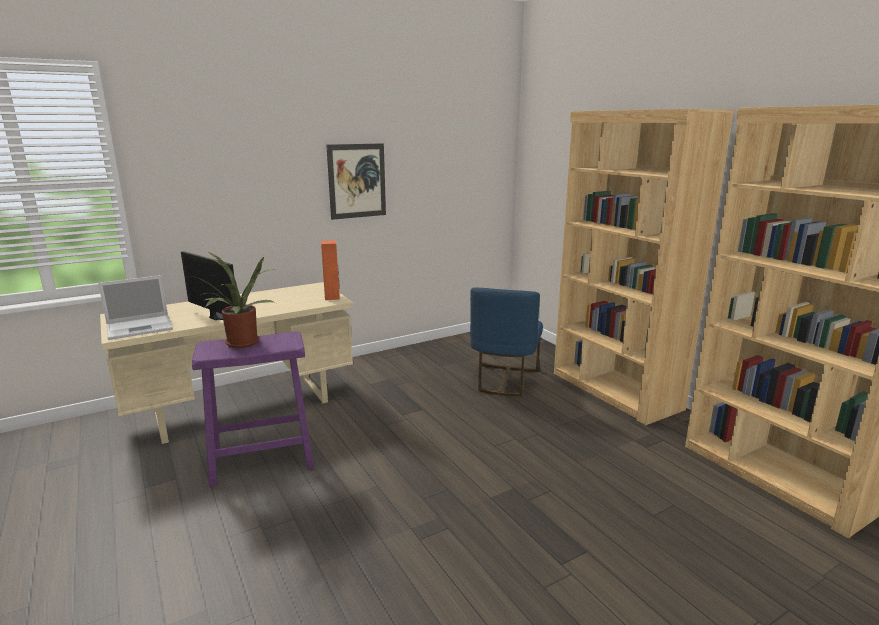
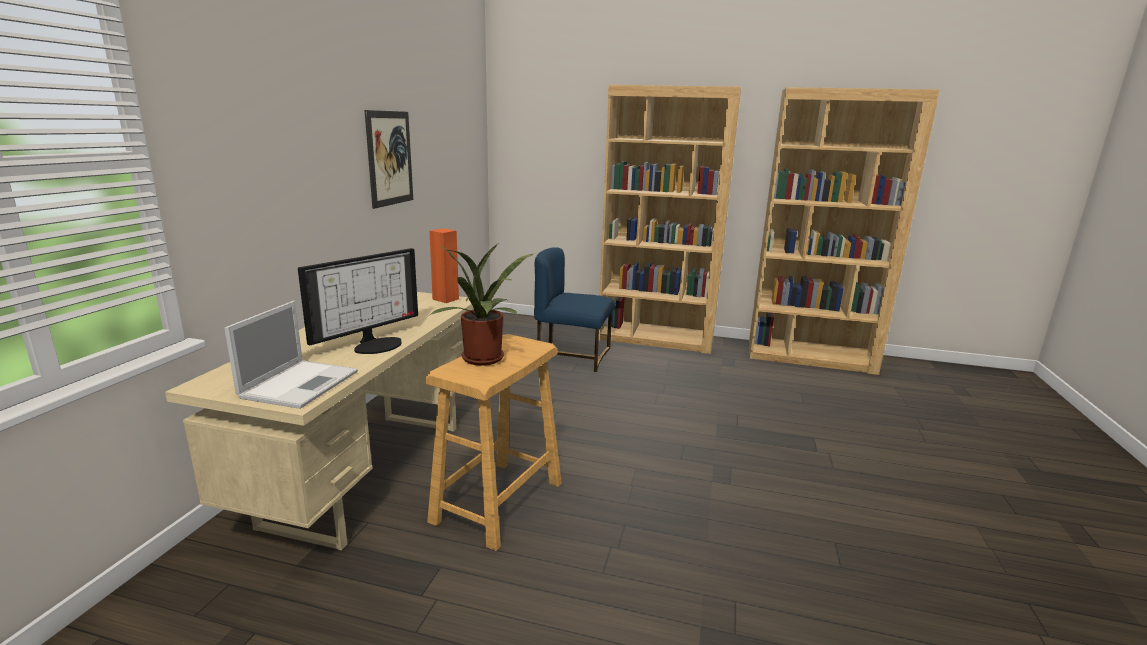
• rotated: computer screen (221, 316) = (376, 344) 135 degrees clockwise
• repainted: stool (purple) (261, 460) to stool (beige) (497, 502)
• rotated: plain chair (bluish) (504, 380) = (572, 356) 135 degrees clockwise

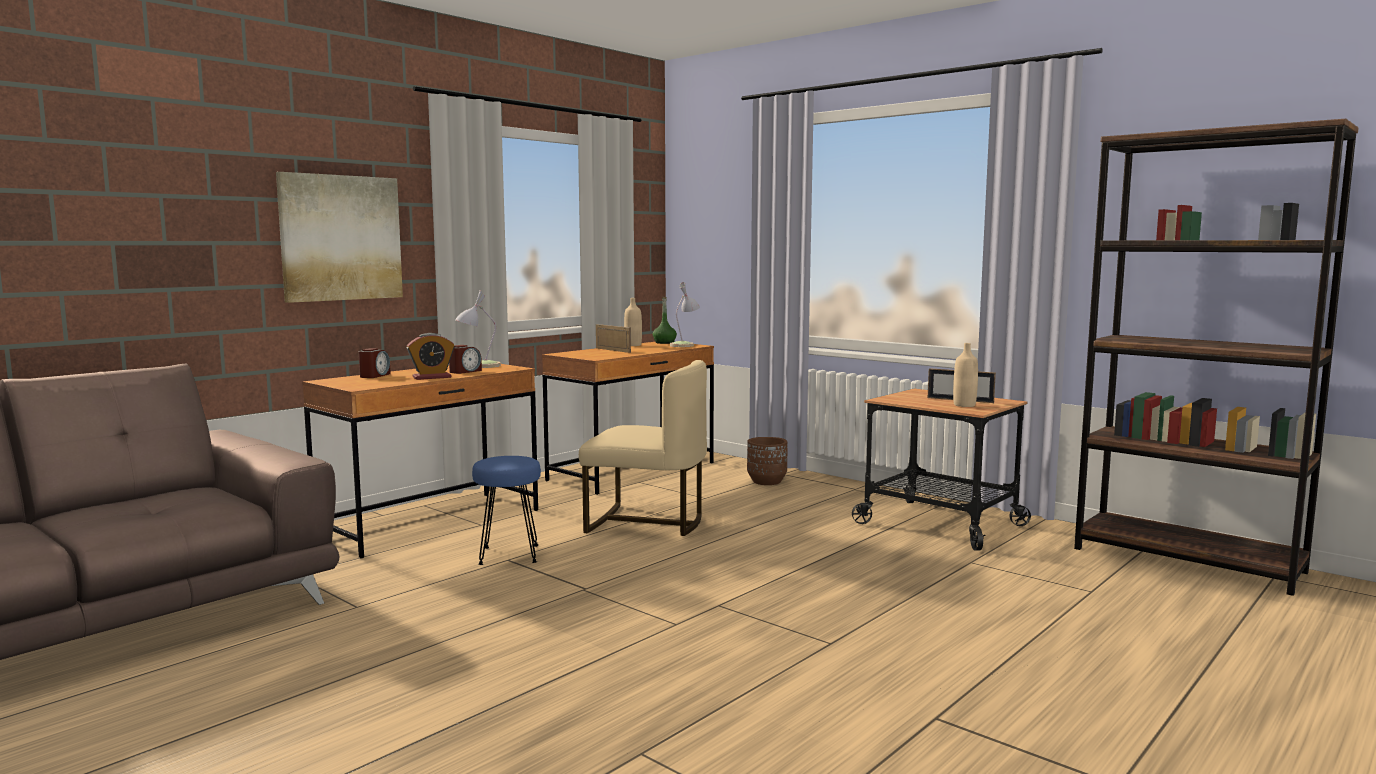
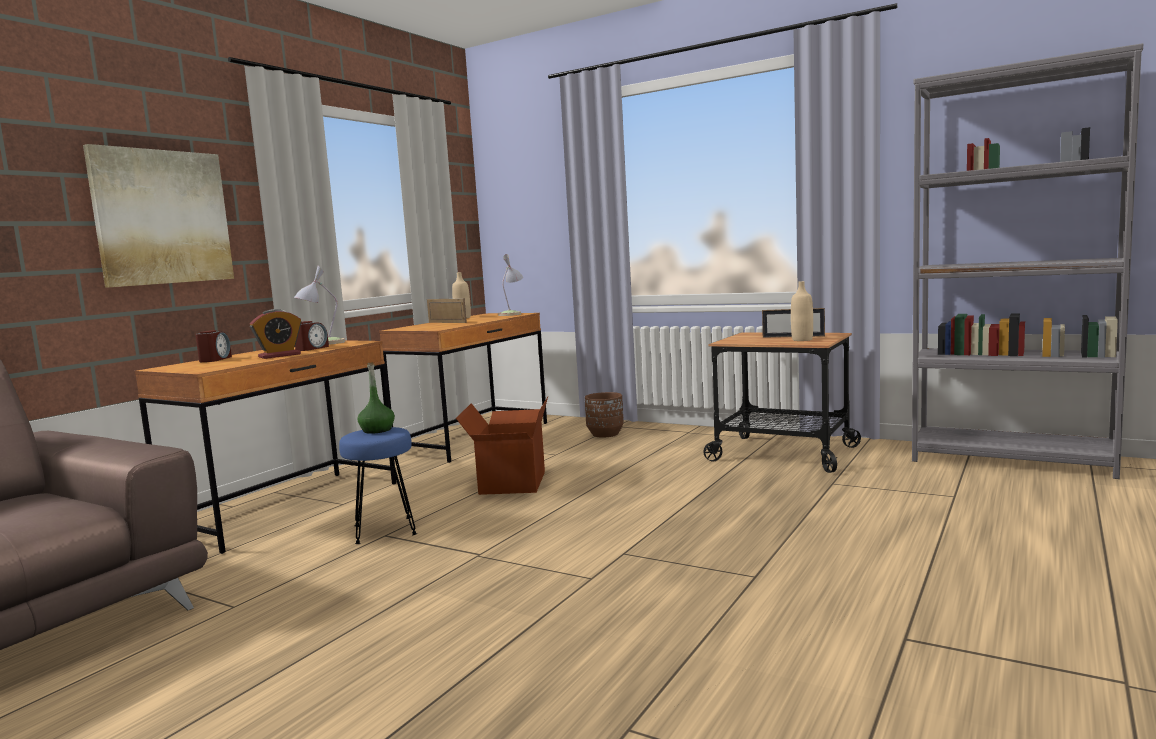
• swapped: plain chair (beige) (647, 522) to packing box (511, 482)
• shifted: drink bottle (greenish) (664, 342) to (377, 430)
• repainted: bookshelf (brownish) (1187, 560) to bookshelf (grey) (1011, 460)

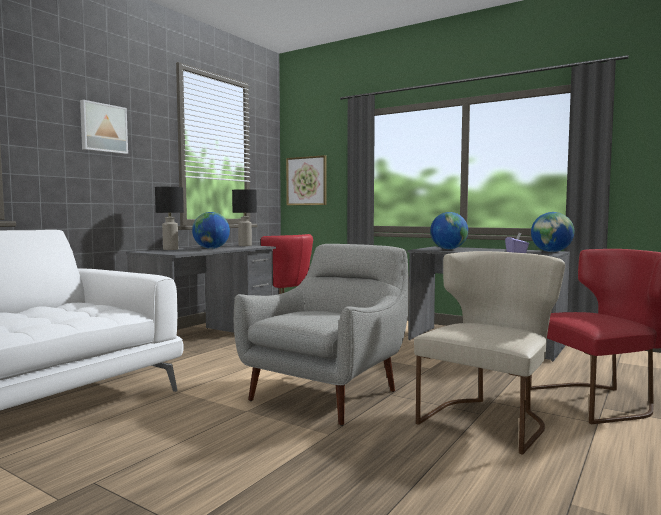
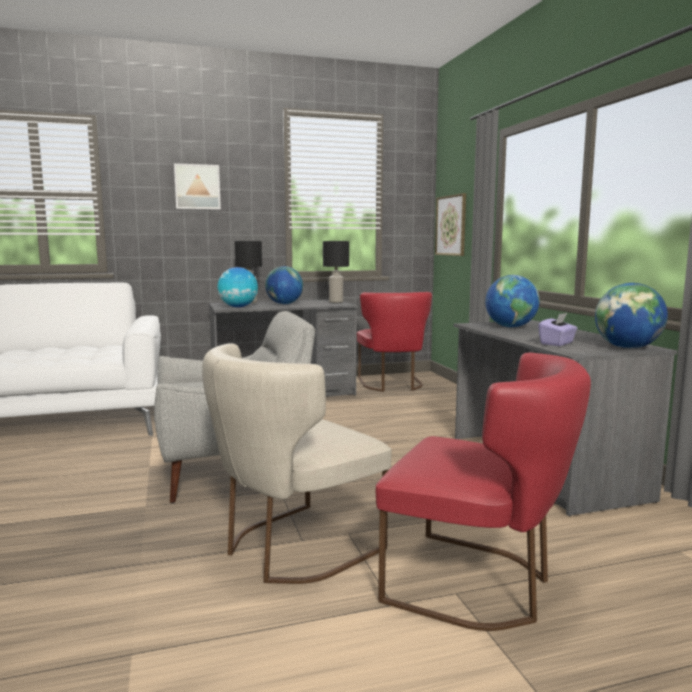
• rotated: plain chair (beige) (488, 419) = (292, 548) 150 degrees clockwise
• new: globe (238, 307)

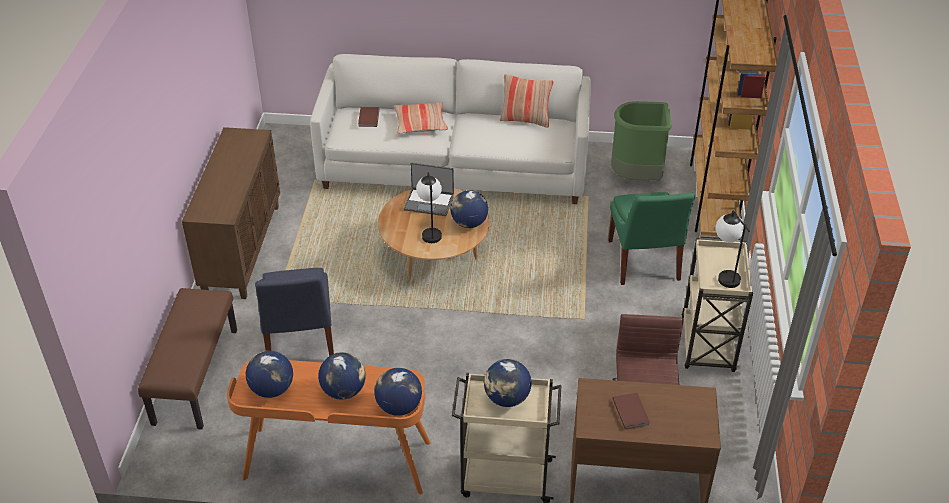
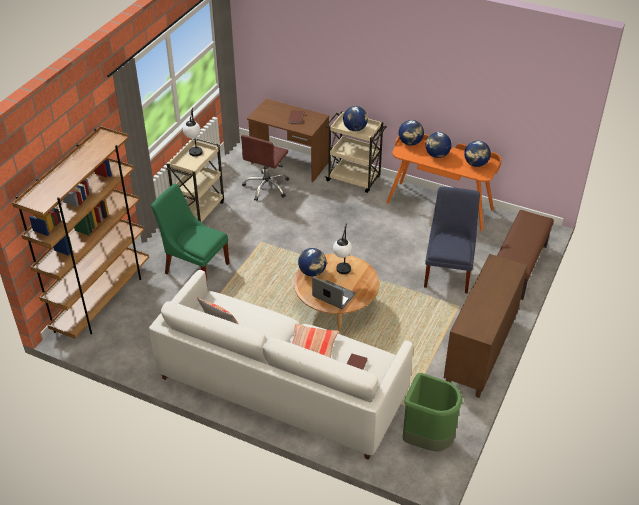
• rotated: plain chair (greenish) (643, 262) = (195, 267) 75 degrees counterclockwise
• shifted: waste bin (greenish) (637, 178) to (427, 440)

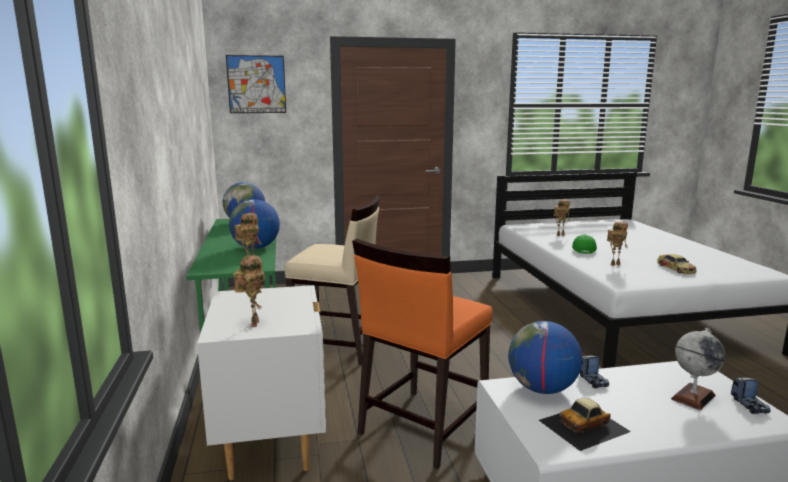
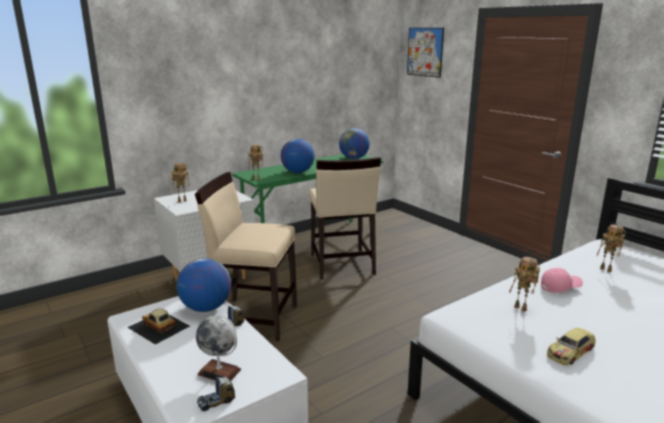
• repainted: plain chair (orange-coloured) (422, 426) to plain chair (beige) (253, 318)
• repainted: peaked cap (greenish) (583, 249) to peaked cap (pinkish) (560, 287)

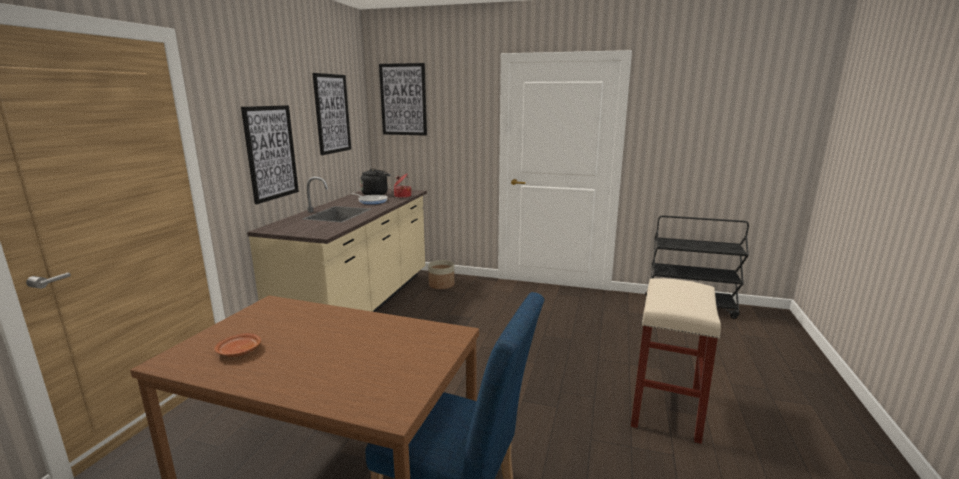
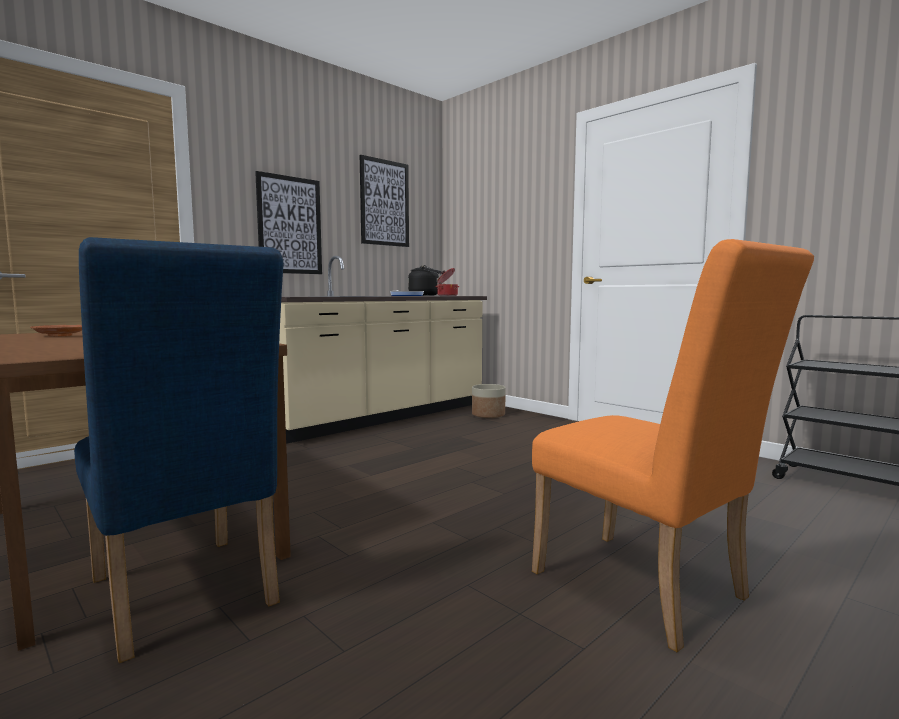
• gone: picture (403, 99)
• swapped: stool (beige) (667, 410) to plain chair (orange-coloured) (649, 591)

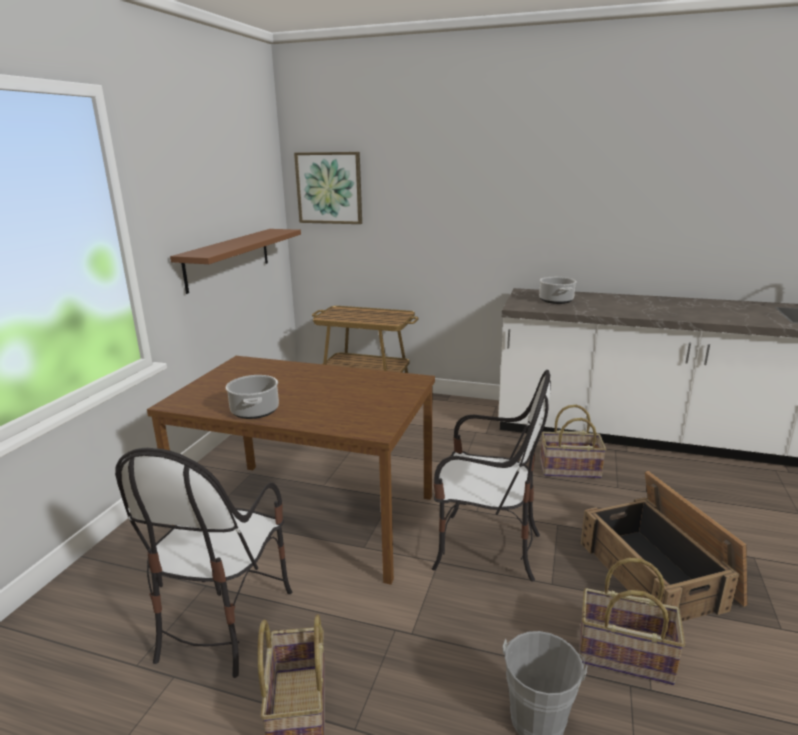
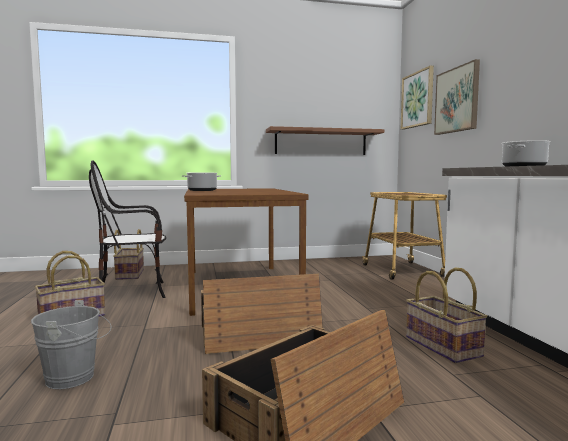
• swapped: plain chair (485, 549) to packing crate (257, 333)
• shifted: household basket (624, 656) to (129, 274)
• new: picture (457, 100)

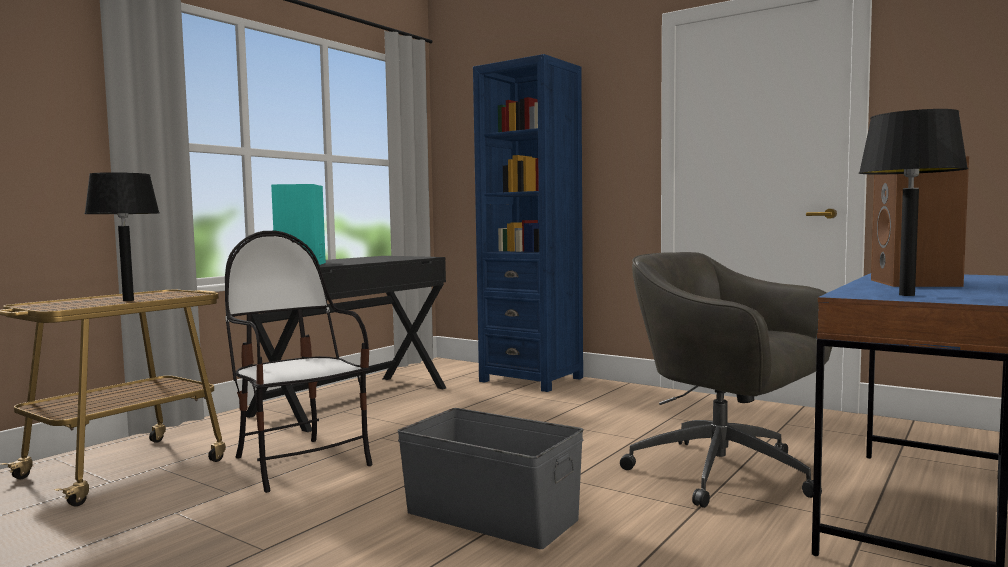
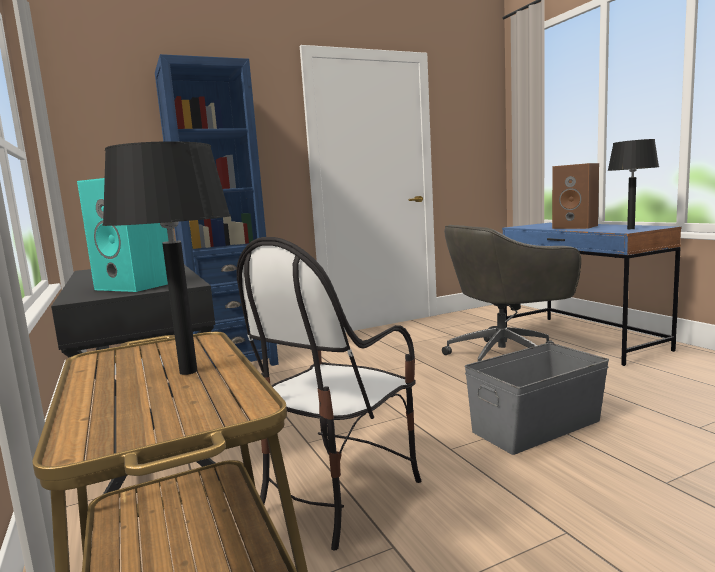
• rotated: plain chair (300, 463) = (338, 493) 45 degrees counterclockwise

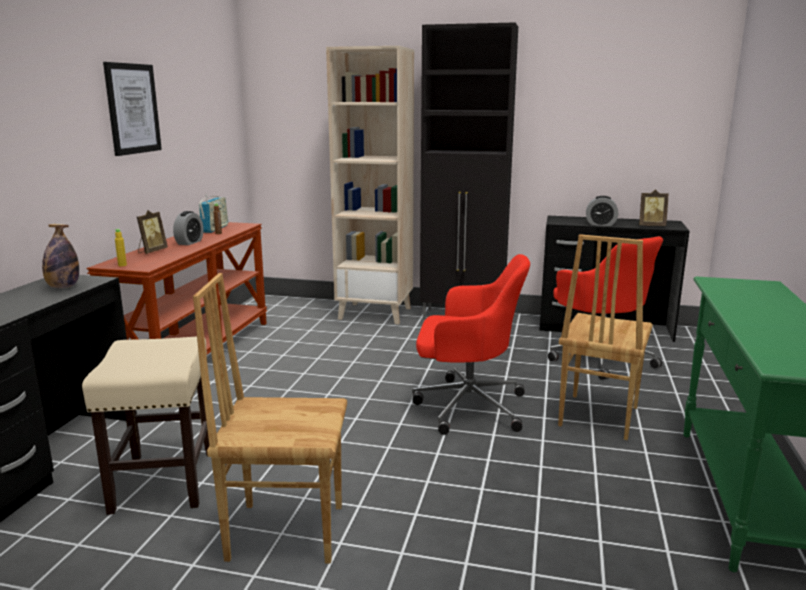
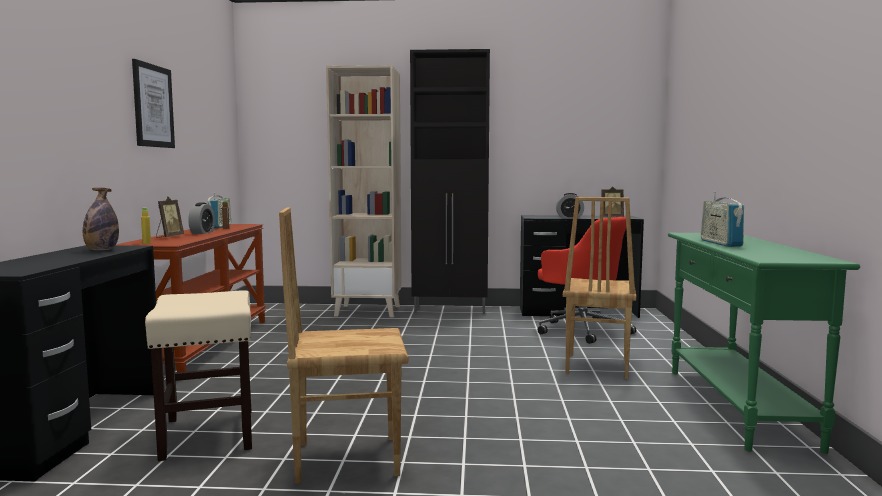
• gone: computer chair (red) (467, 406)
• new: radio set (720, 243)

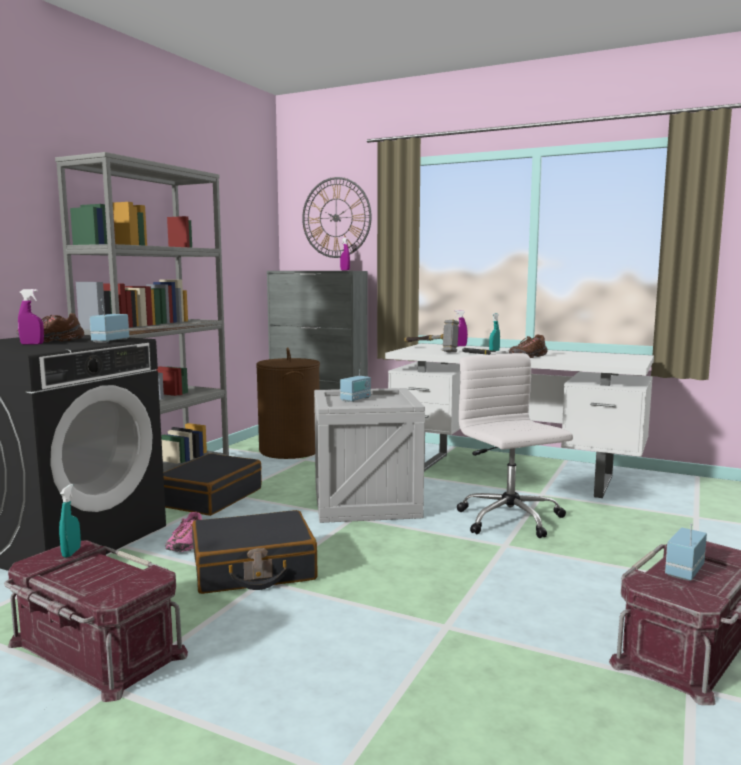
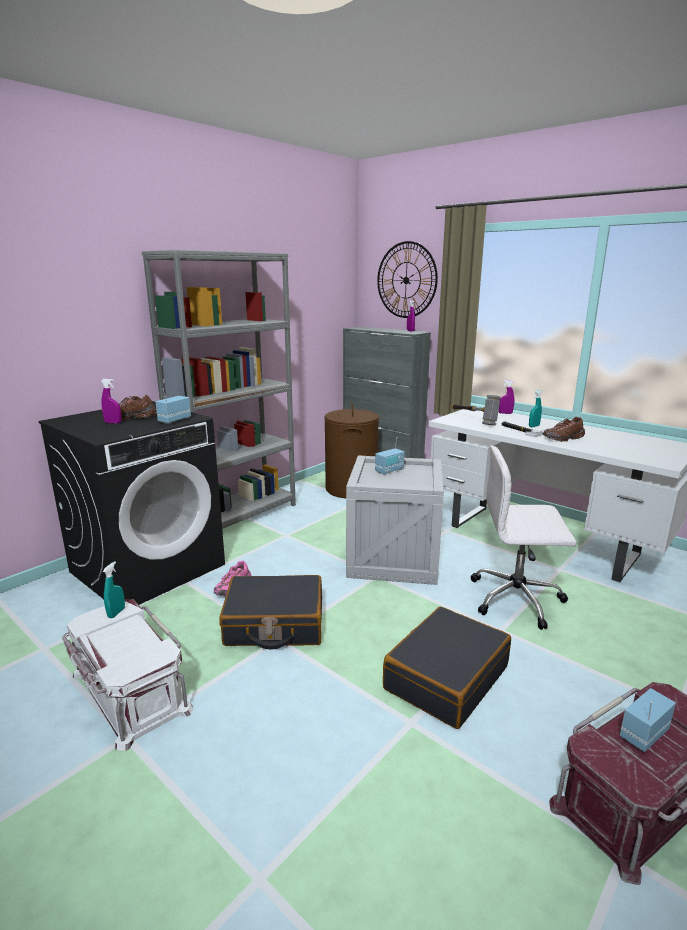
• repainted: storage bin (red) (94, 650) to storage bin (white-coloured) (128, 692)
• shifted: travel case (black-coloured) (210, 497) to (445, 677)
• rotated: computer chair (white-coloured) (510, 520) = (517, 598) 75 degrees counterclockwise

